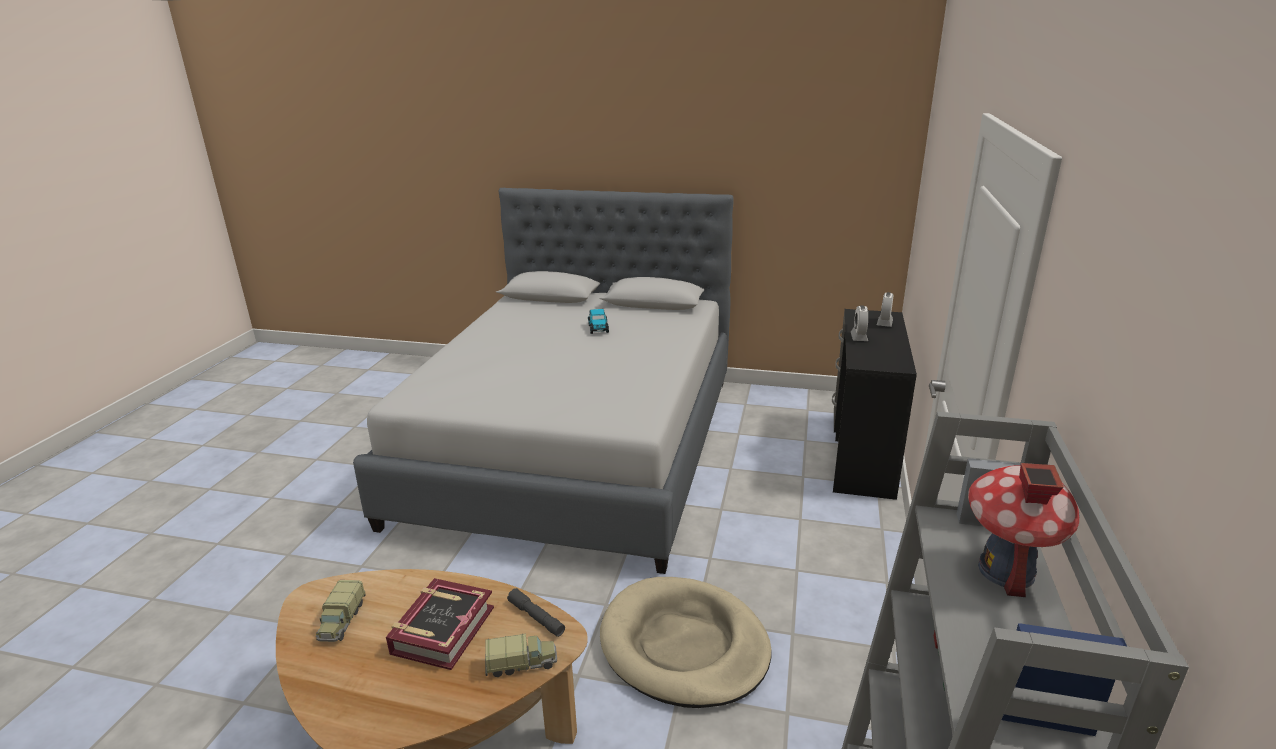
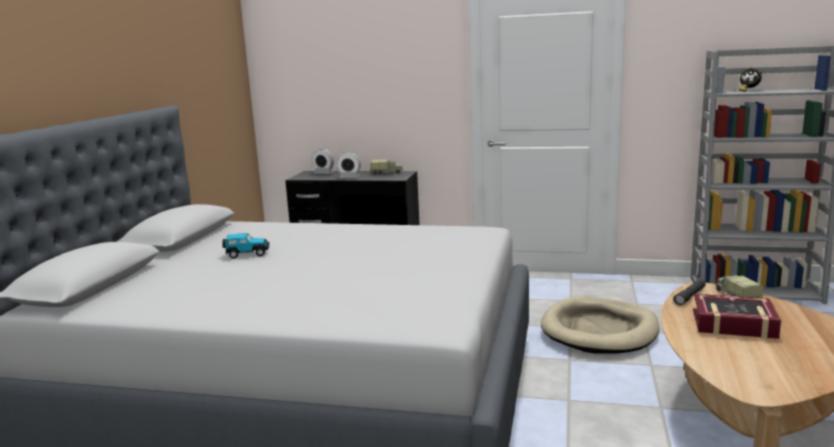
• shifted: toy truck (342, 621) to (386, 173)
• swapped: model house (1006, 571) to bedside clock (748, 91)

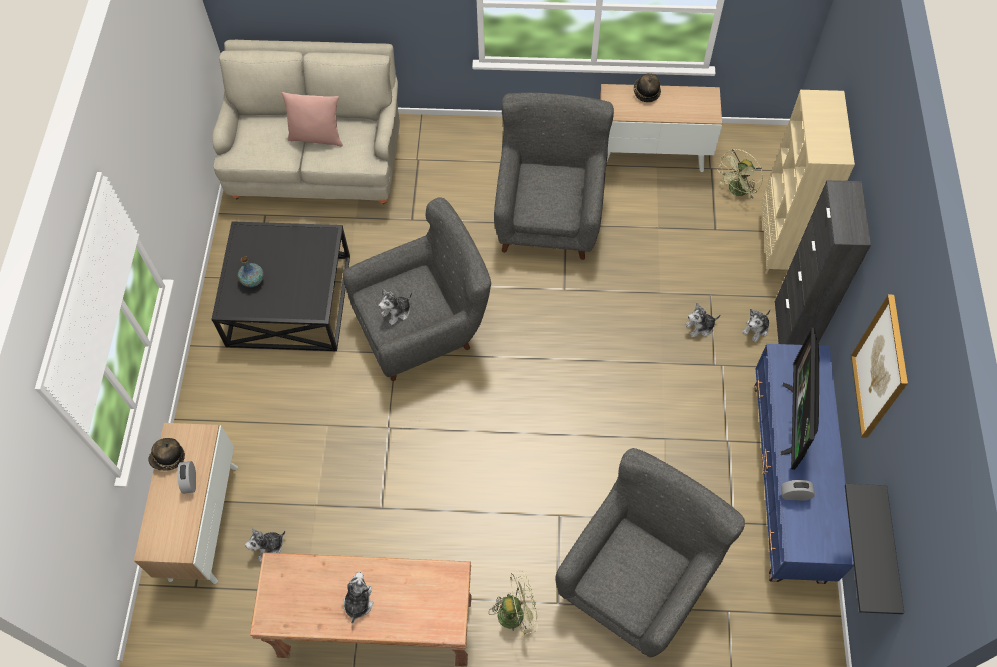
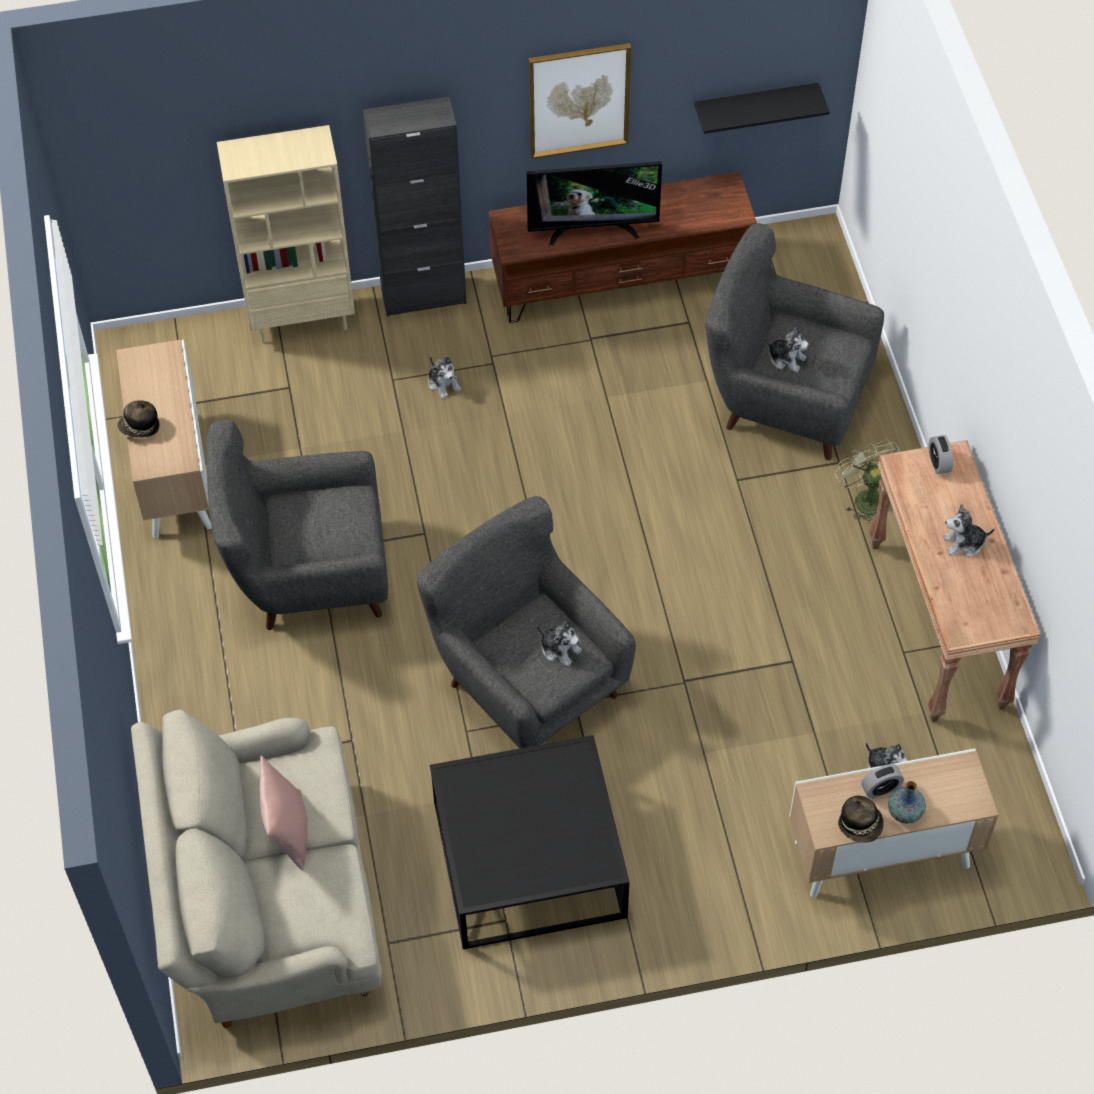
• shifted: flower vase (253, 280) to (904, 812)
• gone: cooling fan (greenish) (736, 191)
• shifted: plush toy (756, 329) to (786, 358)
• repainted: tv stand (bluish) (788, 480) to tv stand (brownish) (621, 281)
• shifted: bedside clock (794, 495) to (938, 463)

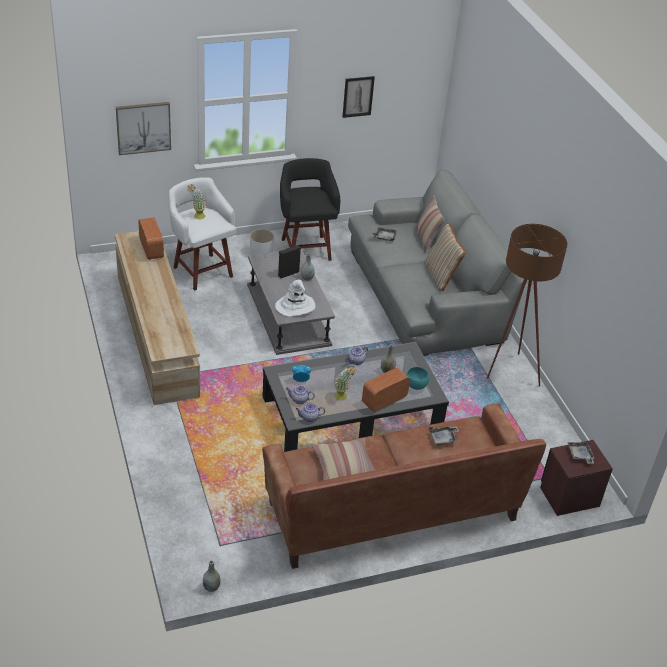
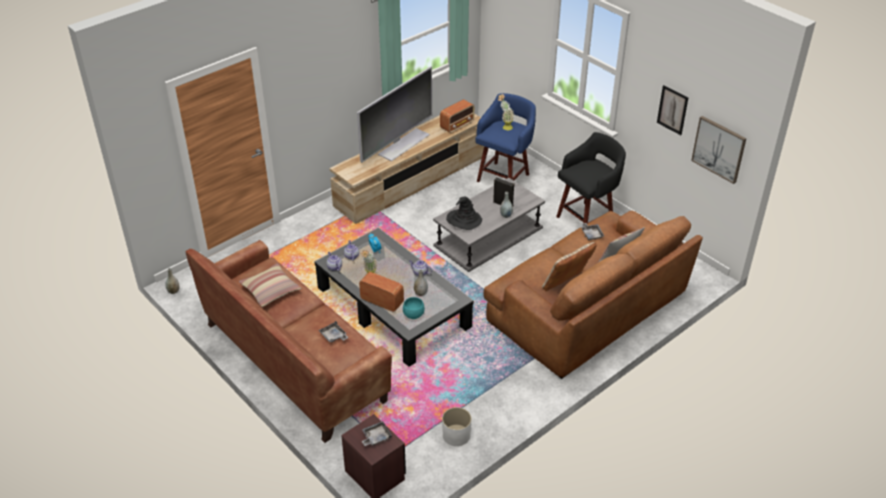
• shifted: picture (143, 127) to (719, 149)
• repainted: stool (white-coloured) (202, 271) to stool (bluish) (504, 177)
• shifted: flower pot (white-coloured) (261, 253) to (456, 435)
• repainted: clothing hat (white-coloured) (295, 306) to clothing hat (black-coloured) (463, 220)
• repainted: couch (grey) (426, 295) to couch (brownish) (588, 308)
• gone: standing lamp (brownish) (508, 373)
• new: TV set (402, 144)

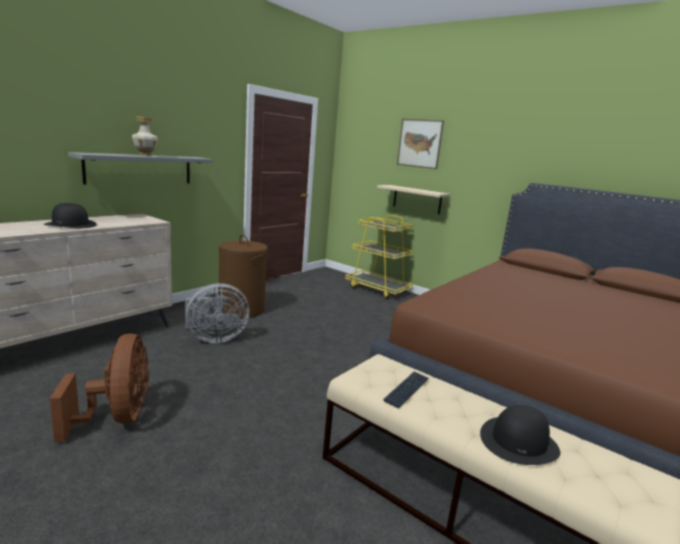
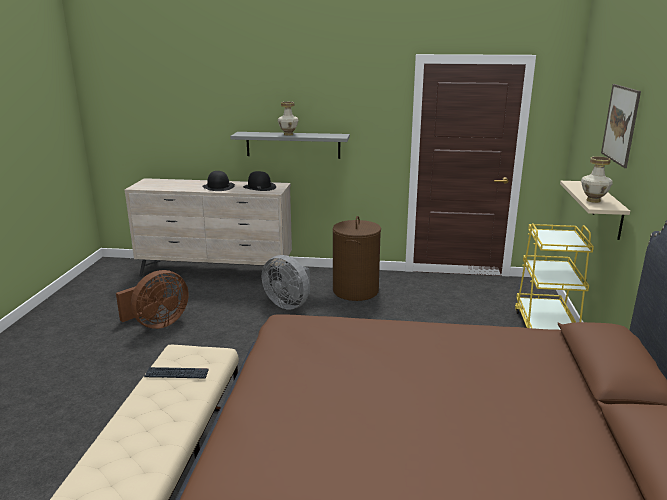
• shifted: clothing hat (black-coloured) (518, 442) to (259, 187)
• new: flower vase (593, 200)

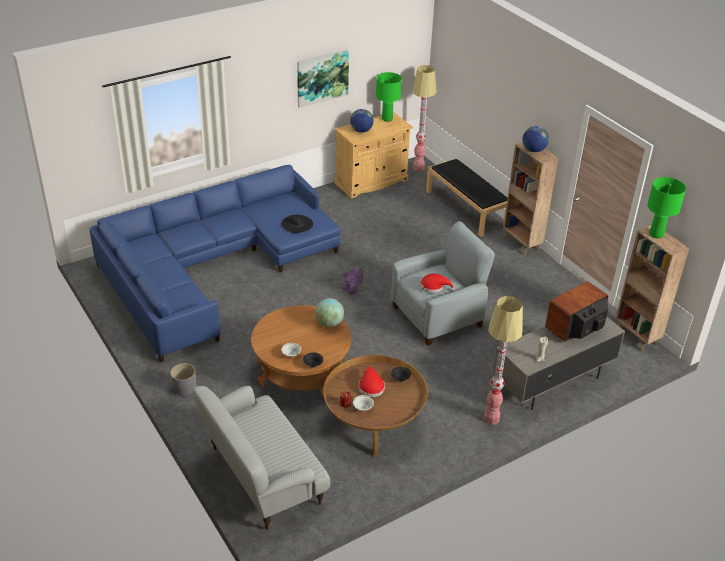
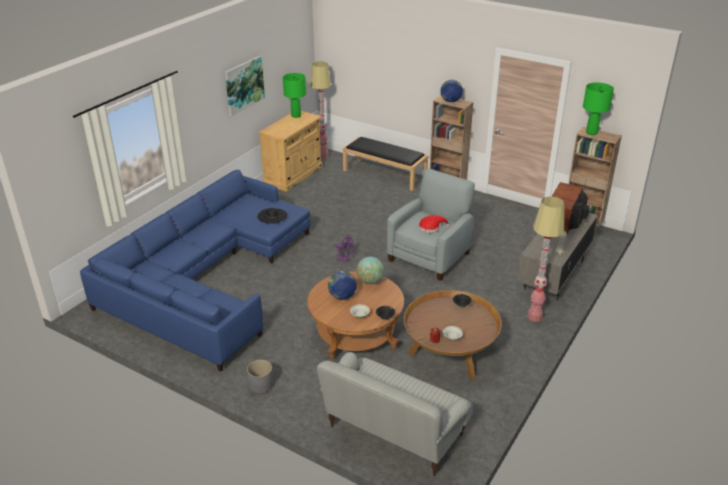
• shifted: globe (361, 131) to (342, 296)
• gone: clothing hat (red) (370, 386)

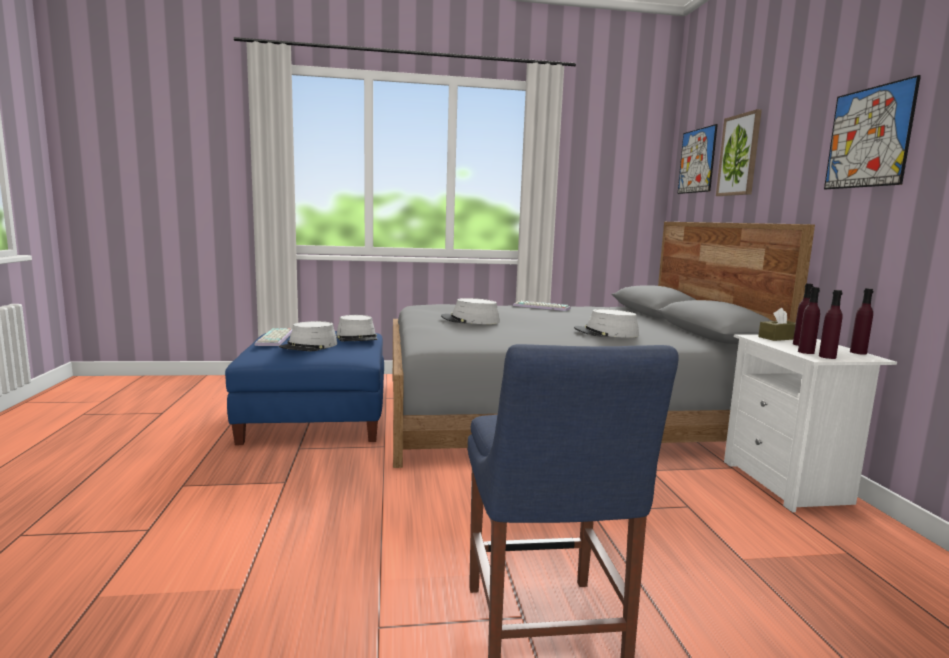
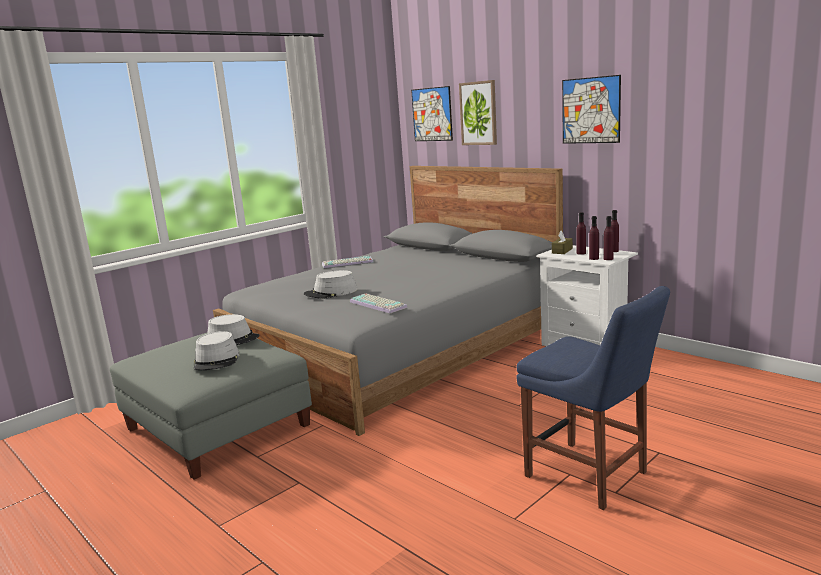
• repainted: ottoman (bluish) (317, 416) to ottoman (grey) (218, 427)
• shifted: keyboard (276, 338) to (379, 304)
• gone: clothing hat (grey) (606, 333)

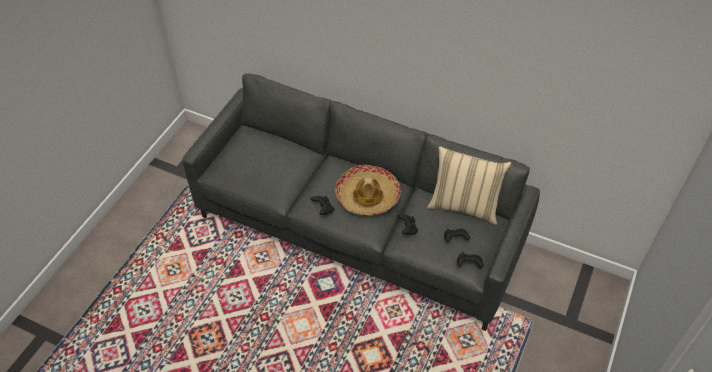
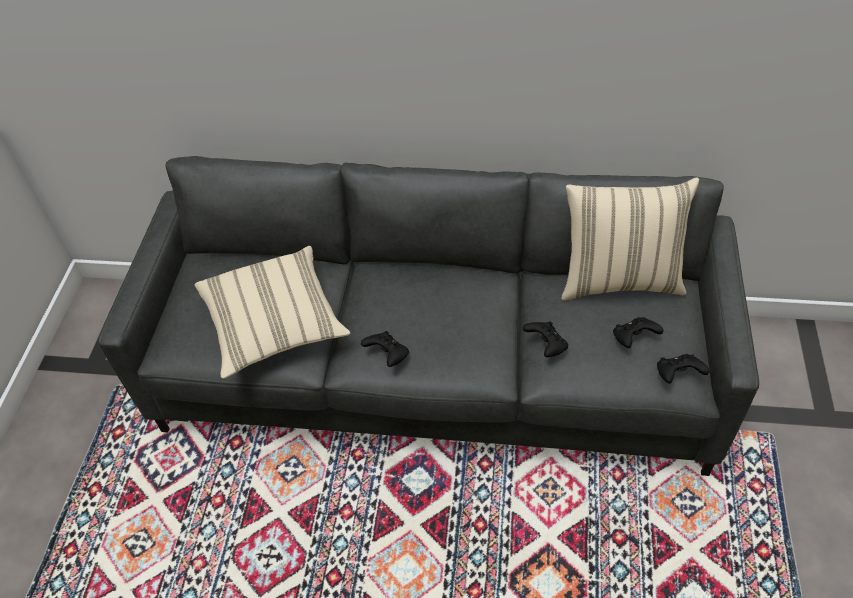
• gone: clothing hat (367, 196)
• new: pillow (beige) (274, 325)

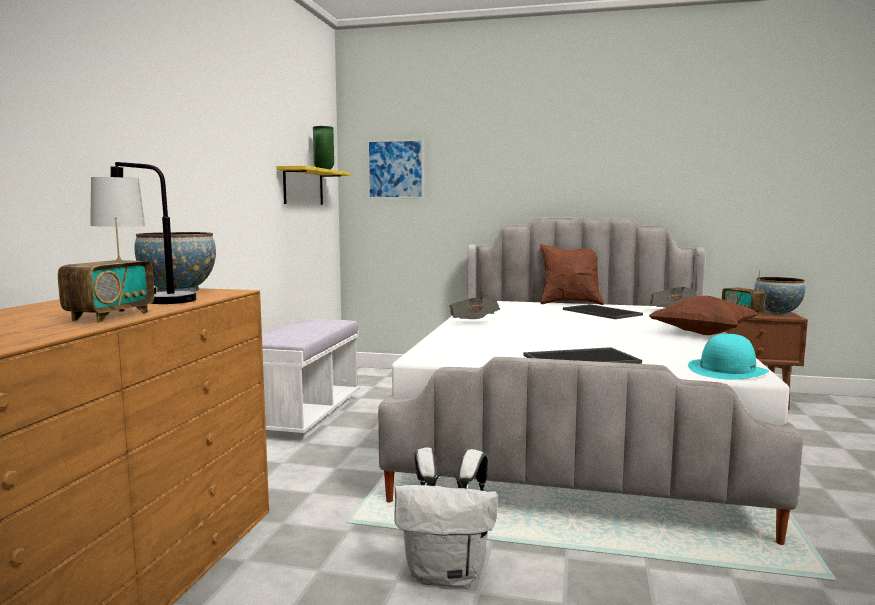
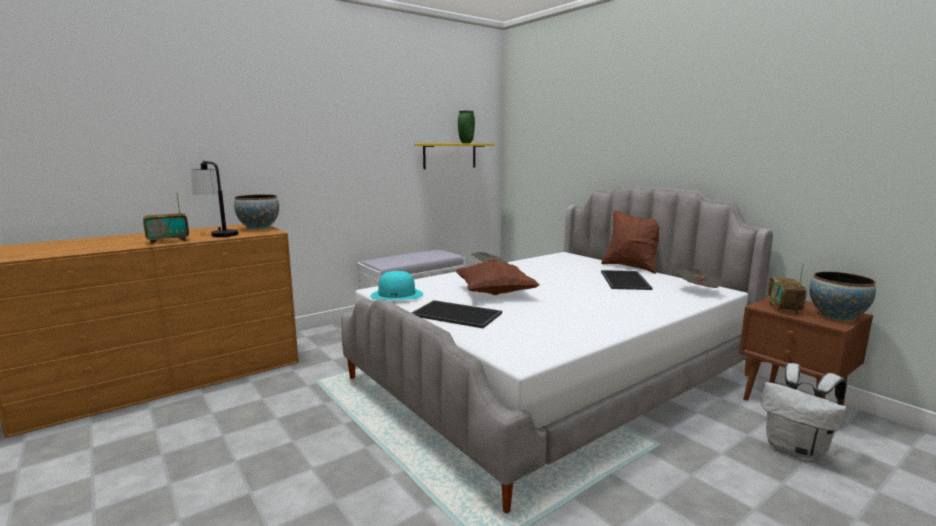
• gone: picture (395, 169)
• shifted: backpack (white-coloured) (447, 574) to (796, 451)
• shifted: pillow (brownish) (702, 334) to (494, 293)
• shifted: clothing hat (blue-green) (727, 370) to (397, 295)

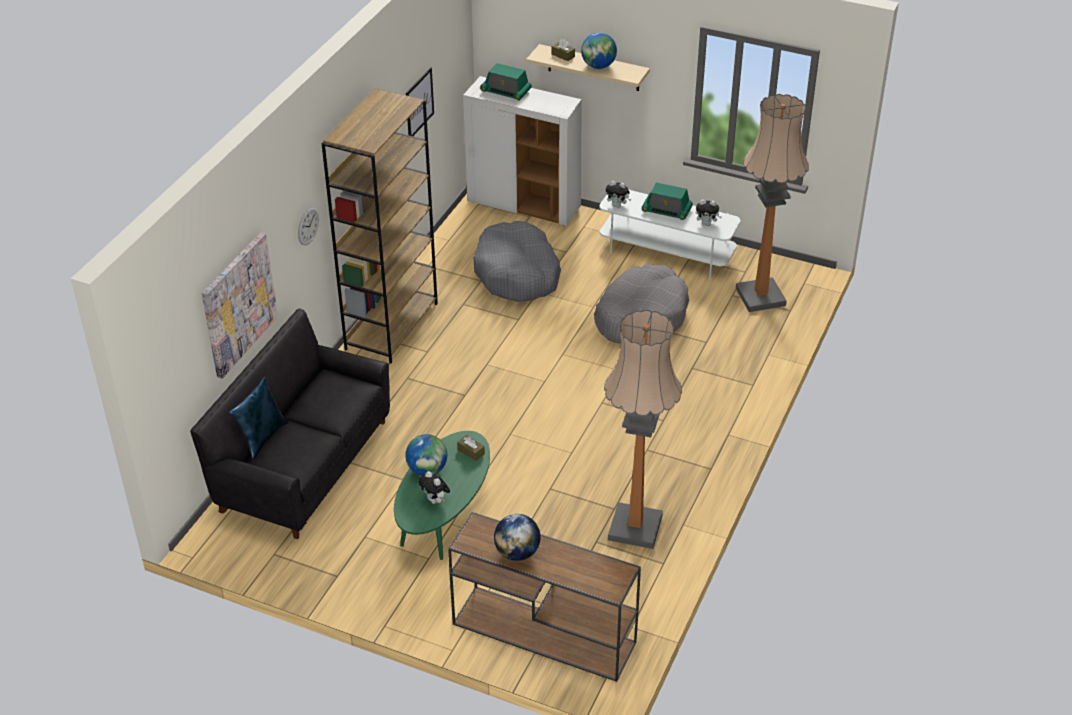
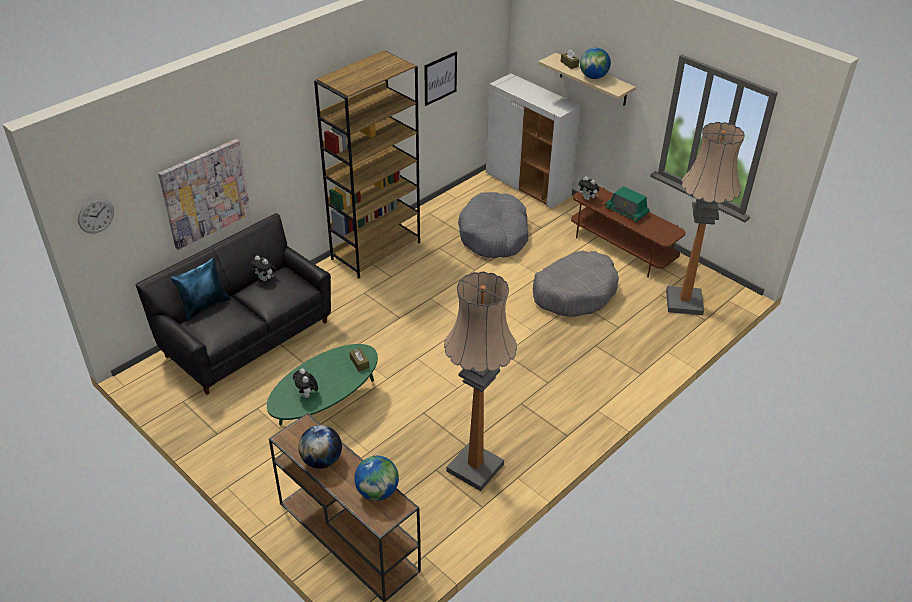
• shifted: wall clock (308, 226) to (96, 215)
• shifted: globe (427, 470) to (377, 491)
• gone: radio set (506, 91)
• repainted: tv stand (white-coloured) (667, 254) to tv stand (brownish) (622, 249)
• shifted: plush toy (707, 224) to (265, 279)

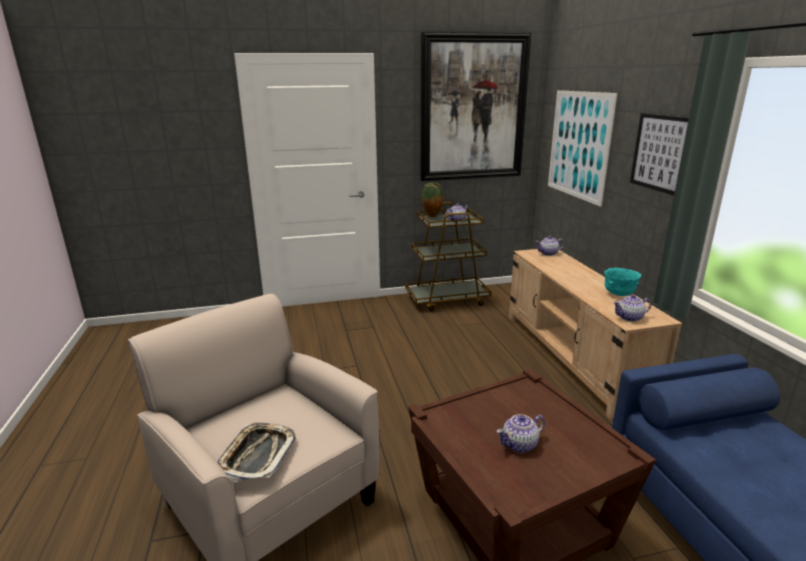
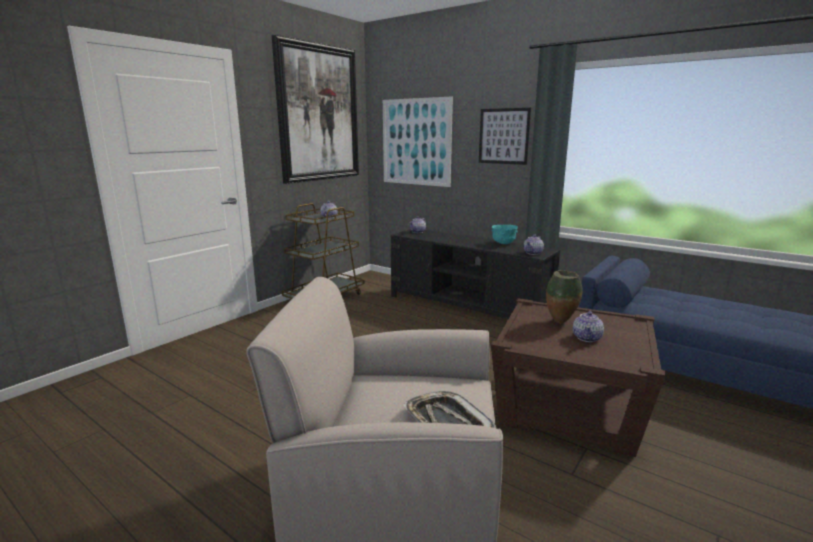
• shifted: flower vase (432, 217) to (561, 322)
• repainted: tv stand (beige) (573, 356) to tv stand (black-coloured) (467, 307)

